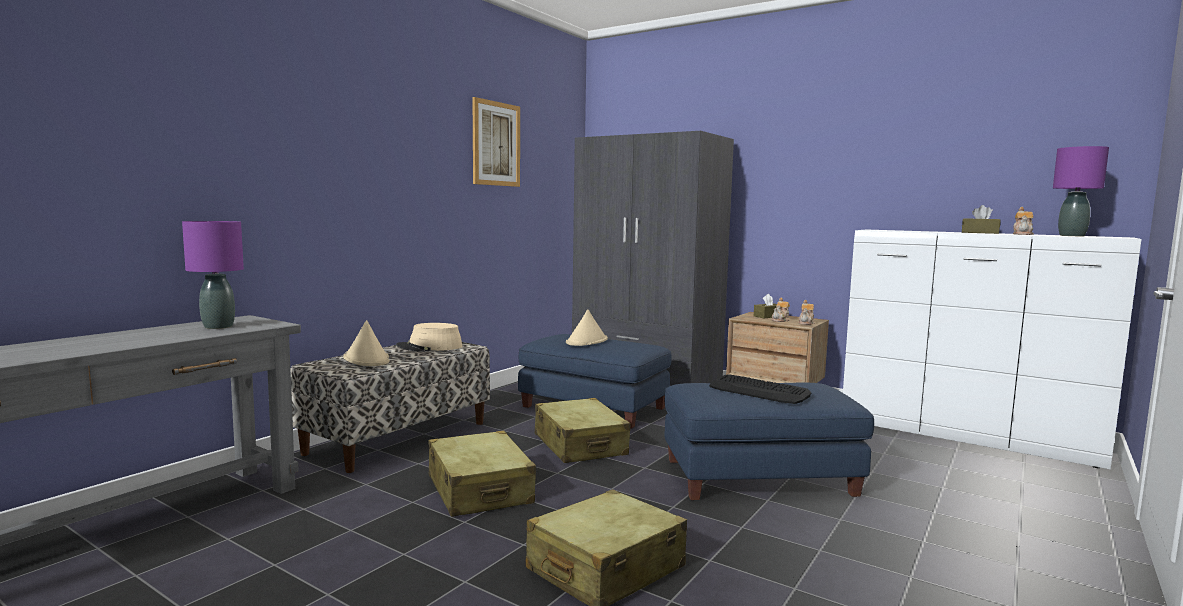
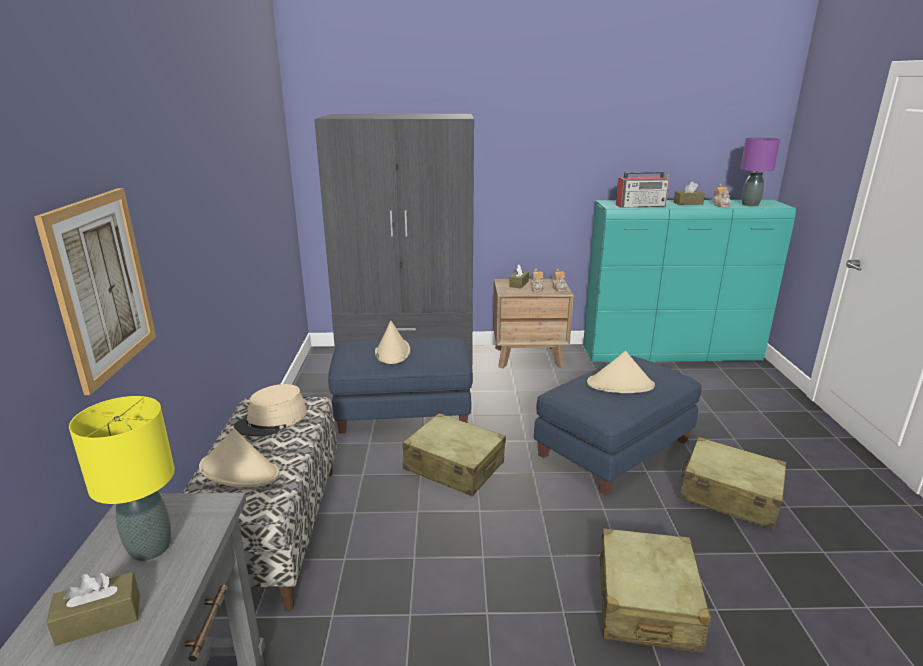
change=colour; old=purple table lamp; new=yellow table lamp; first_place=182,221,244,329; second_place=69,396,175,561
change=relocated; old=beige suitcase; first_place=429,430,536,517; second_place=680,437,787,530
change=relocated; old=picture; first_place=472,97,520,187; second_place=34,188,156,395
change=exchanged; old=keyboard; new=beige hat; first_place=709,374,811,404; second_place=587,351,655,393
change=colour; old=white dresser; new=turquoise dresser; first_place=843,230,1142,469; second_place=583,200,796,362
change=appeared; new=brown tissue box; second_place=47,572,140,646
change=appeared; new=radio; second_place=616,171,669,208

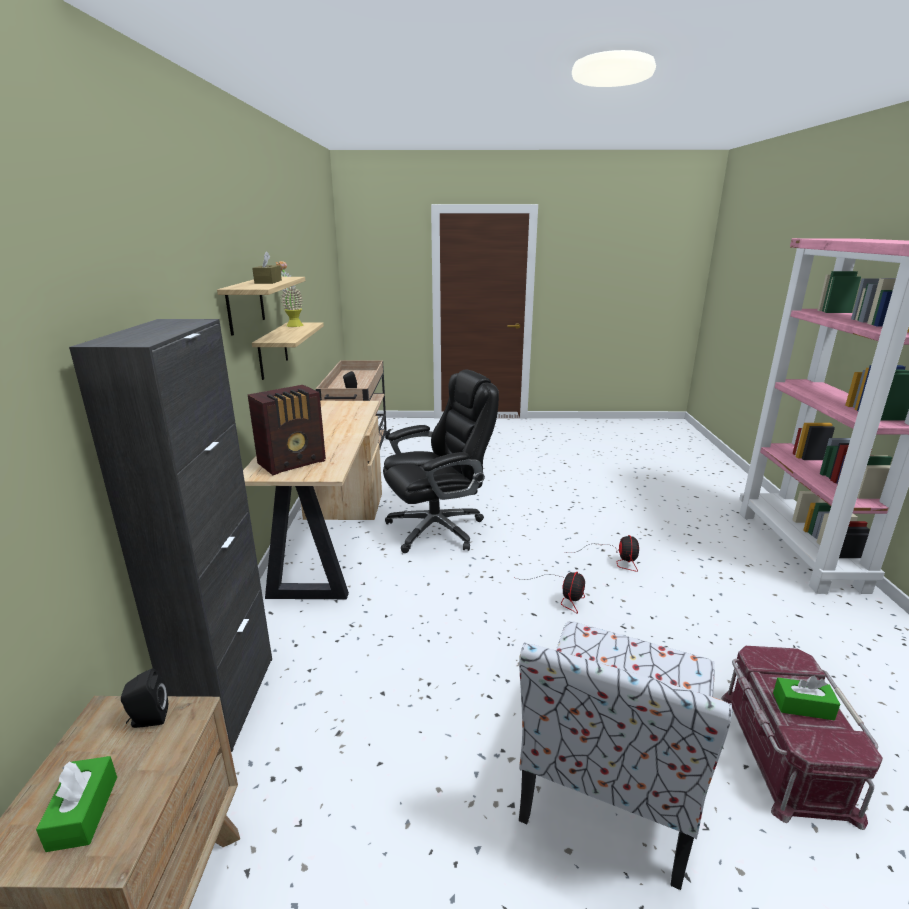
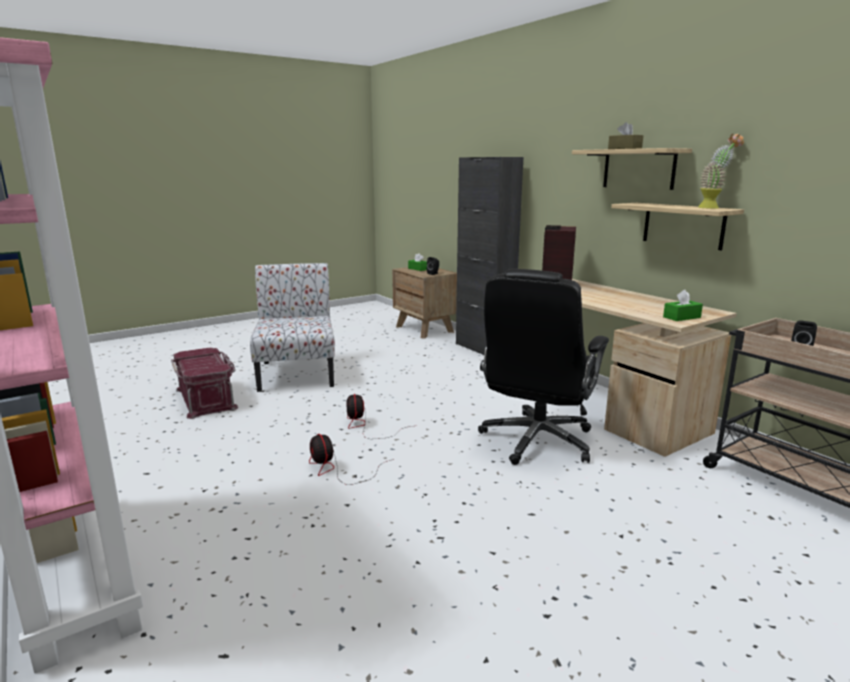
change=relocated; old=green tissue box; first_place=773,676,840,720; second_place=663,290,703,321

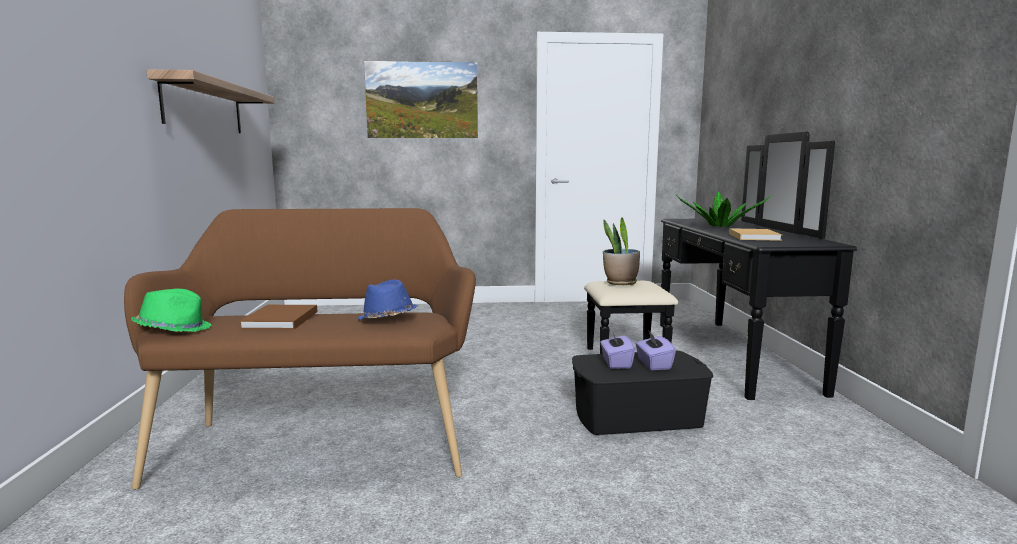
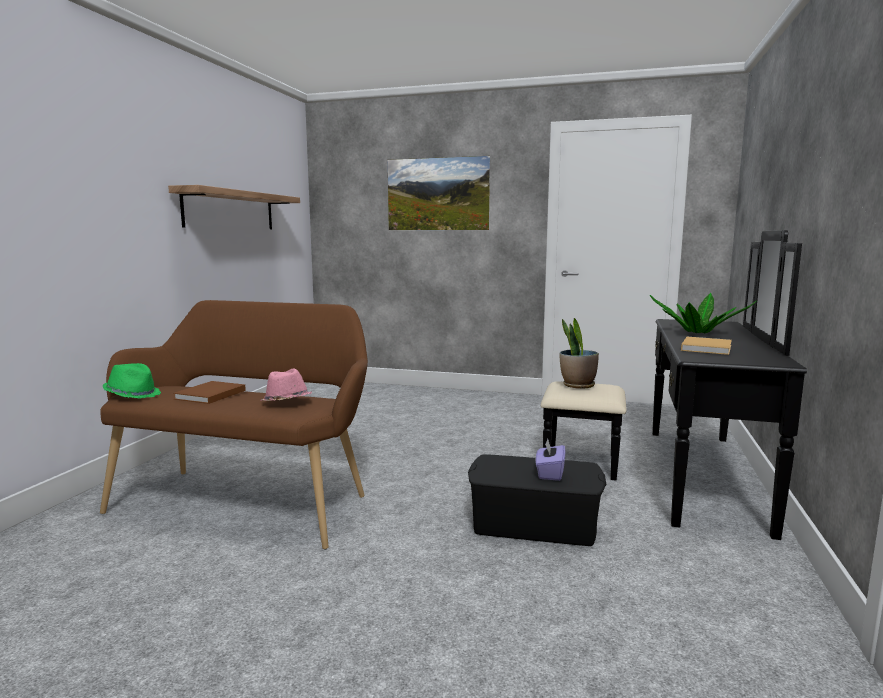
change=colour; old=blue hat; new=pink hat; first_place=357,279,417,320; second_place=260,369,312,401
change=missing; old=purple tissue box; first_place=600,333,635,369

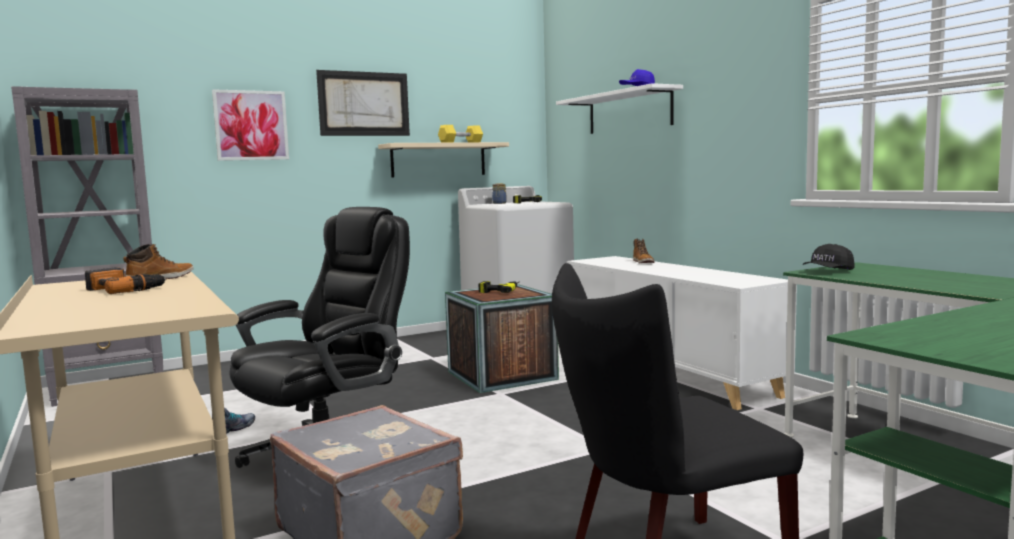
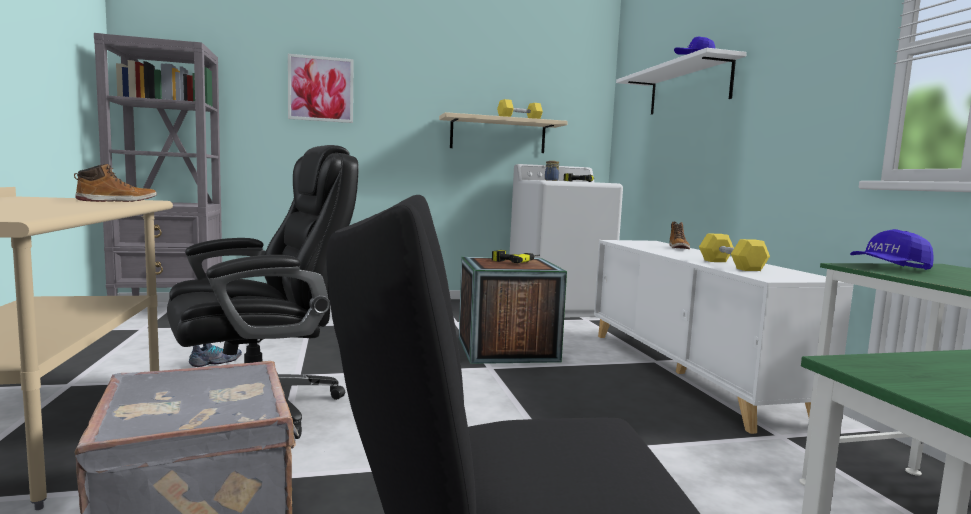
change=missing; old=power drill; first_place=85,267,166,294
change=missing; old=picture; first_place=316,70,410,136
change=colour; old=black cap; new=blue cap; first_place=802,244,854,270; second_place=850,229,933,270
change=appeared; new=yellow dumbbell; second_place=699,233,770,271

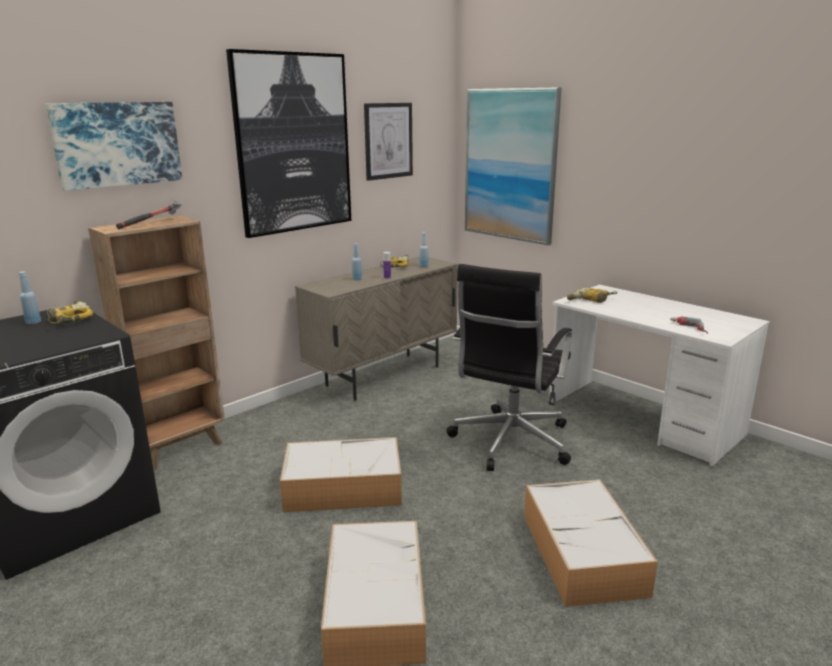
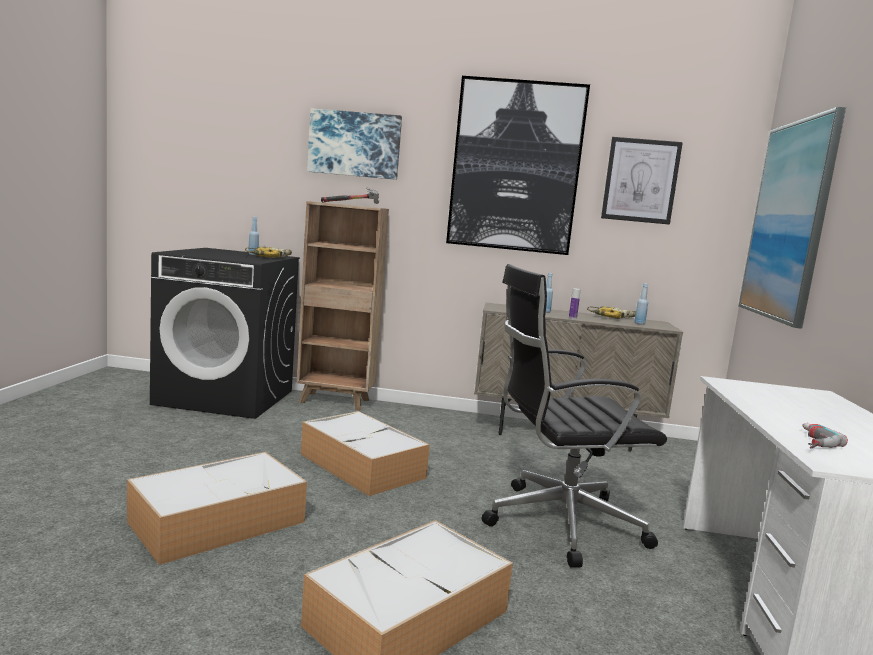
change=missing; old=power drill; first_place=567,288,617,303

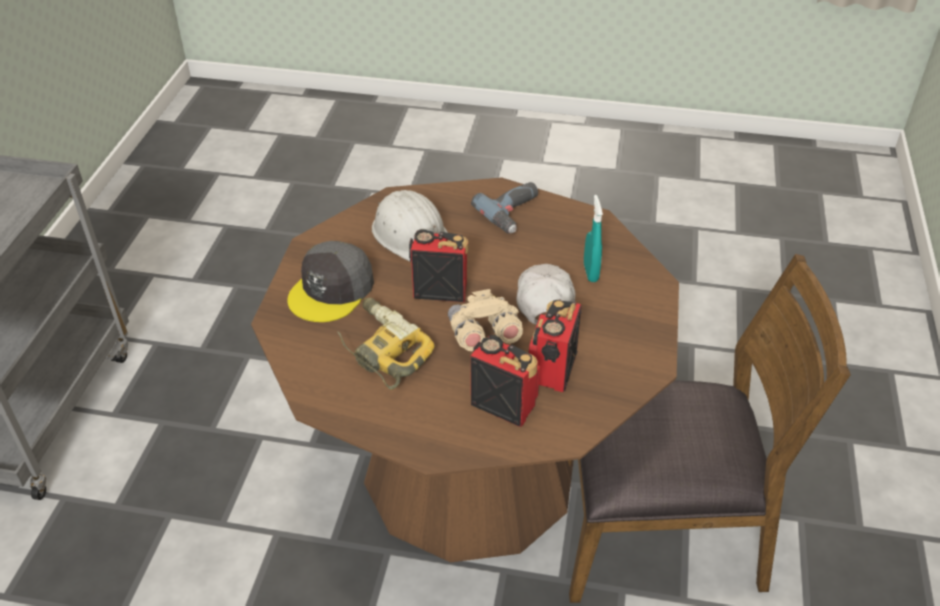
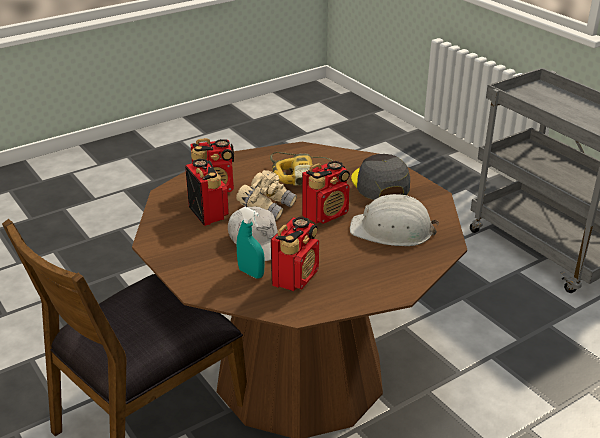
change=missing; old=power drill; first_place=471,182,538,234
change=appeared; new=radio; second_place=271,217,319,291

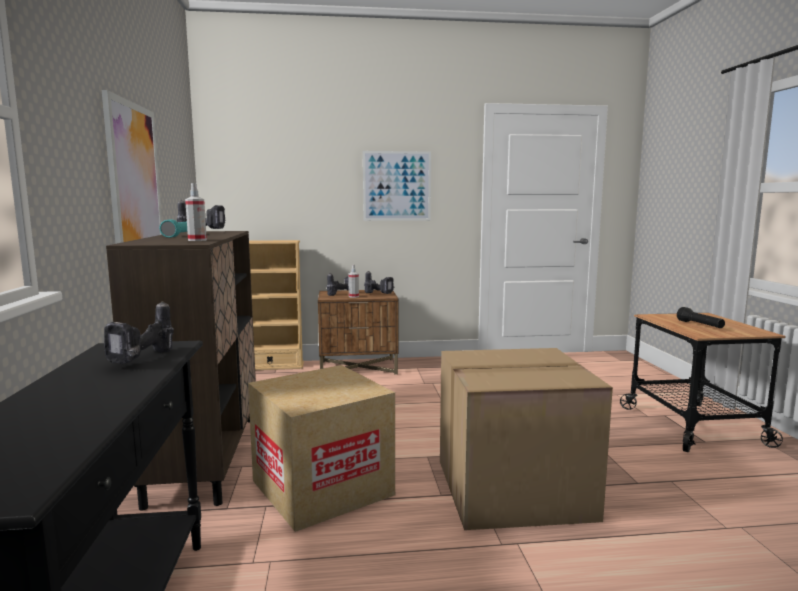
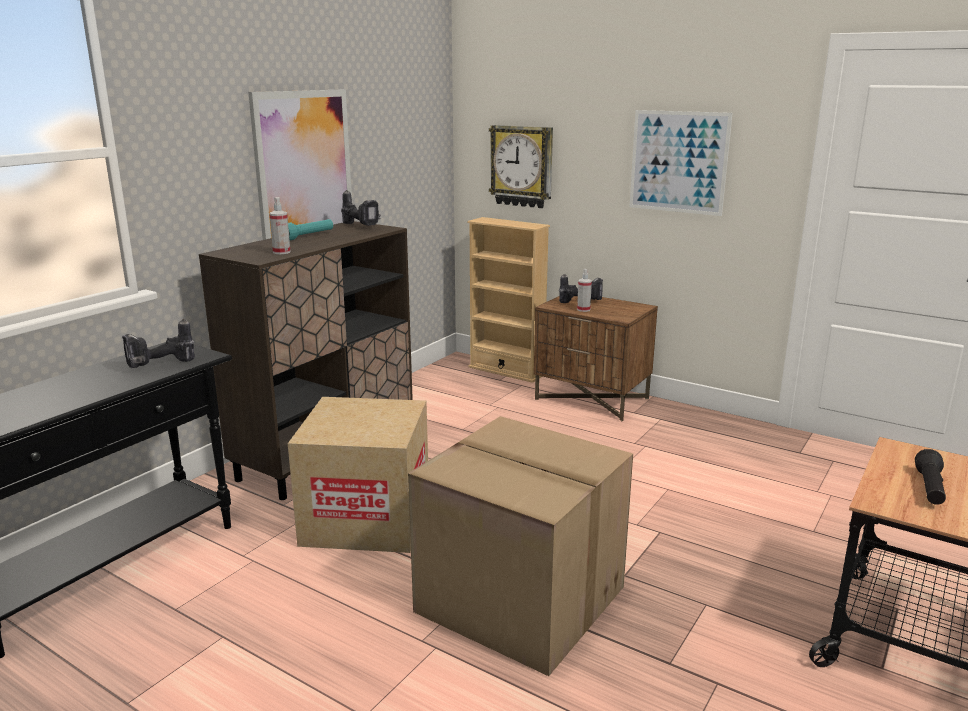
change=missing; old=power drill; first_place=364,271,394,294
change=appeared; new=wall clock; second_place=489,125,553,208

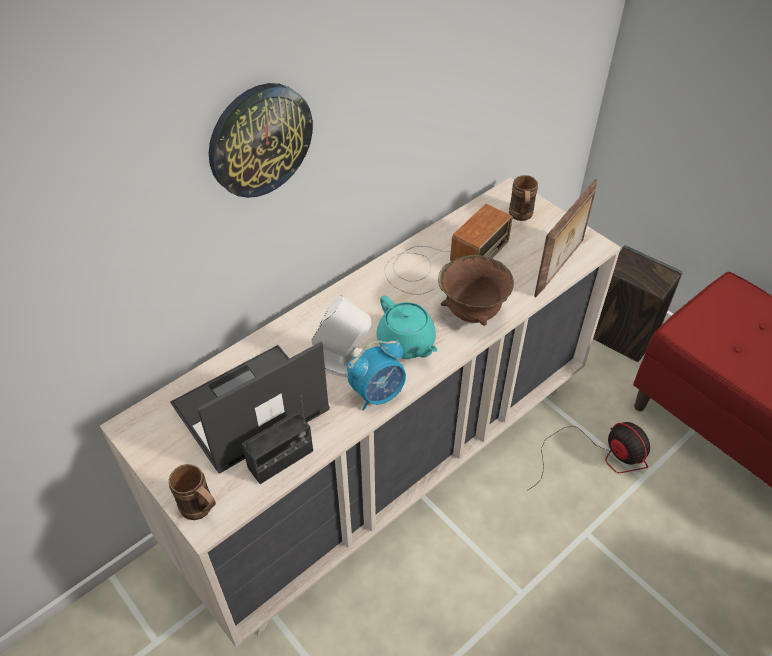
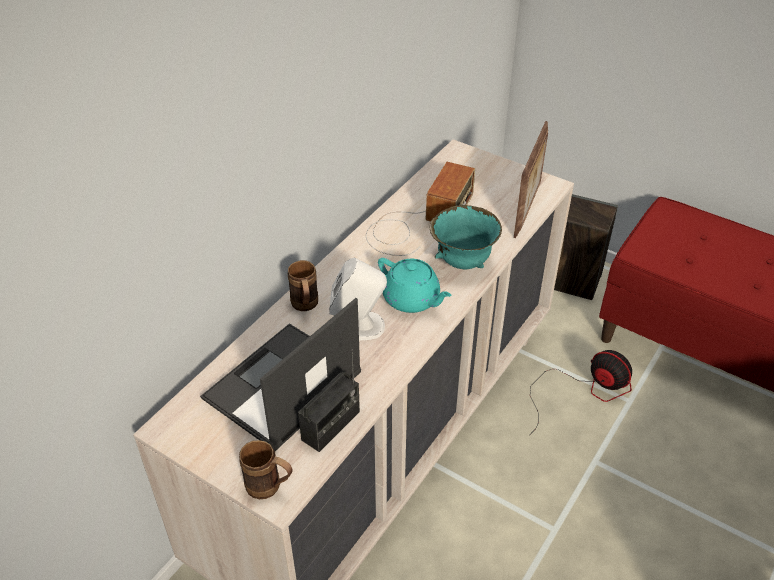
change=missing; old=wall clock; first_place=209,83,313,198
change=missing; old=alarm clock; first_place=347,340,406,411
change=colour; old=brown bowl; new=turquoise bowl; first_place=438,255,514,326; second_place=430,205,502,269
change=relocated; old=brown mug; first_place=509,175,538,221; second_place=288,260,318,311

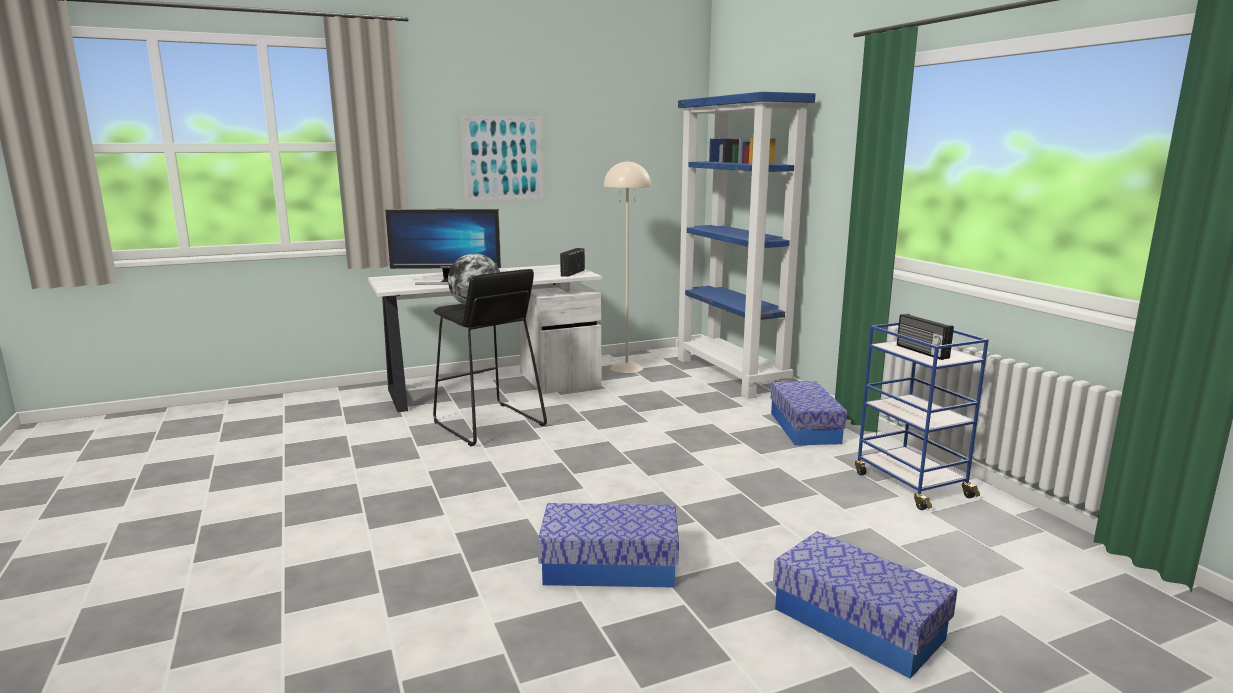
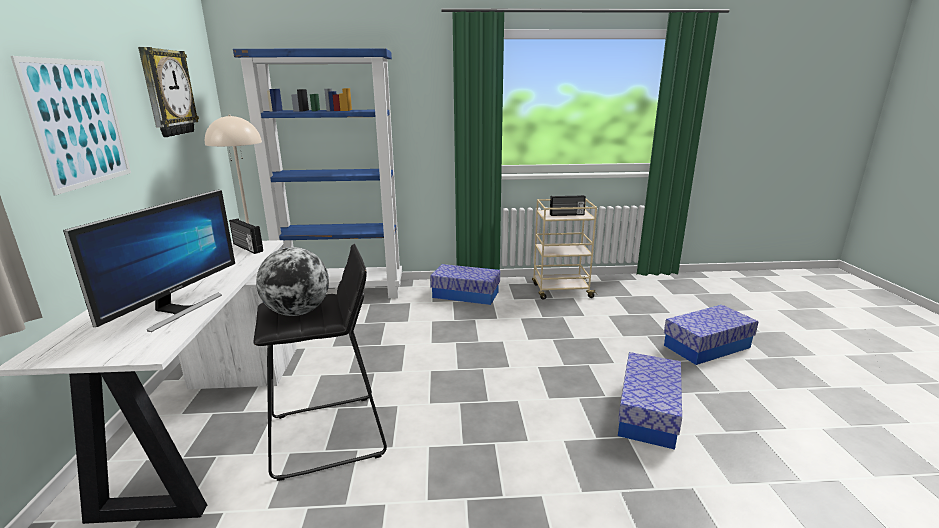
change=colour; old=blue cart; new=beige cart; first_place=855,322,989,510; second_place=532,199,597,300
change=appeared; new=wall clock; second_place=138,47,199,137

